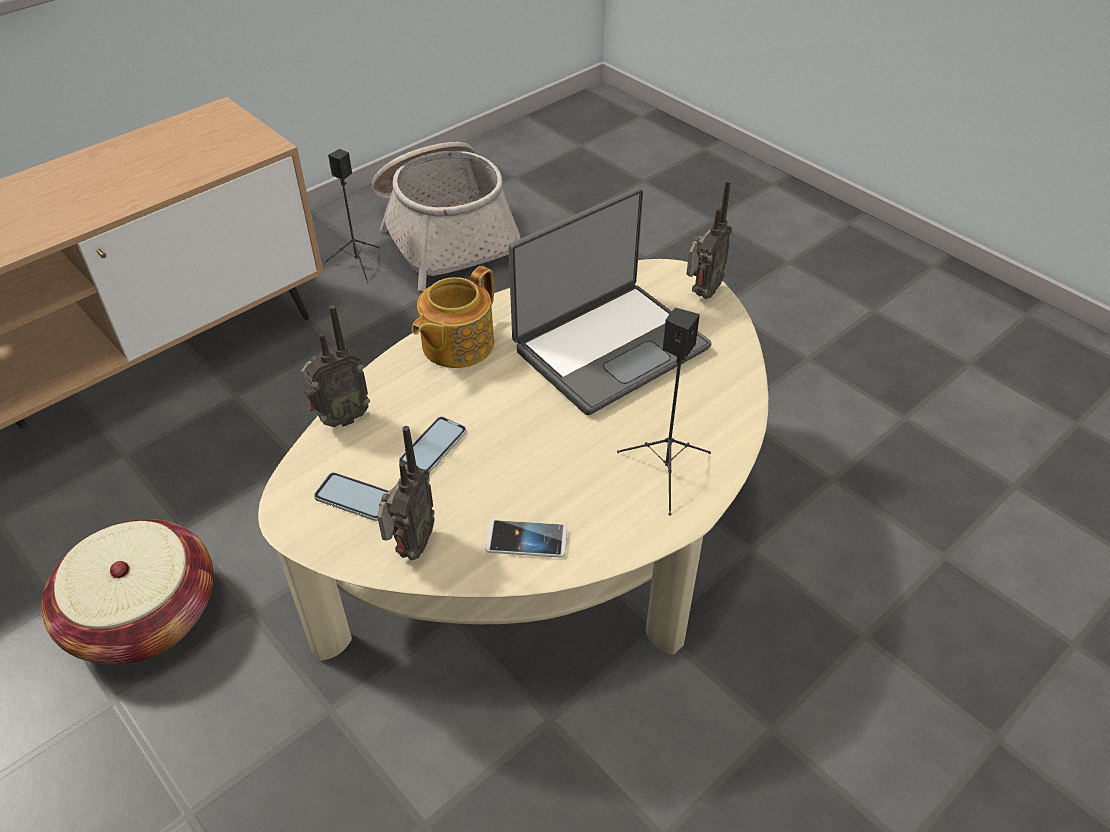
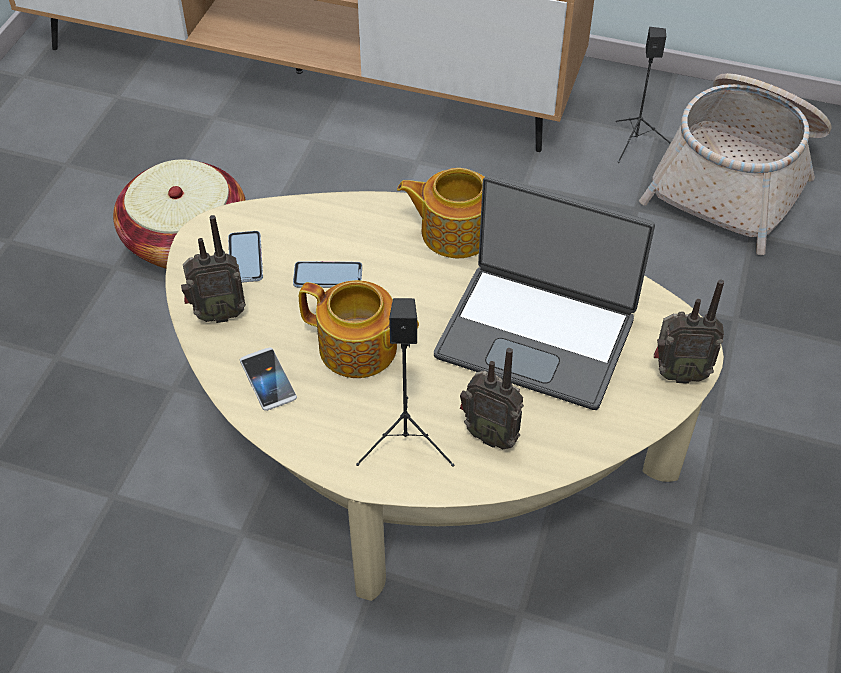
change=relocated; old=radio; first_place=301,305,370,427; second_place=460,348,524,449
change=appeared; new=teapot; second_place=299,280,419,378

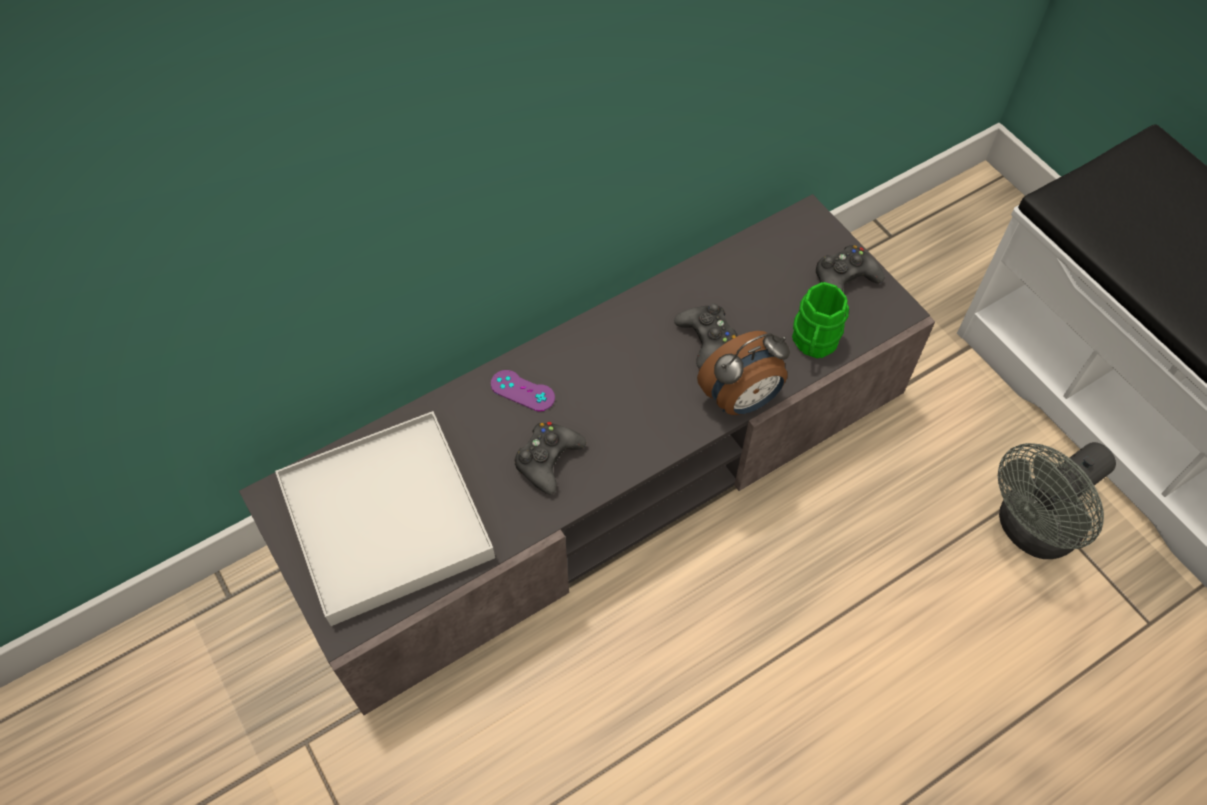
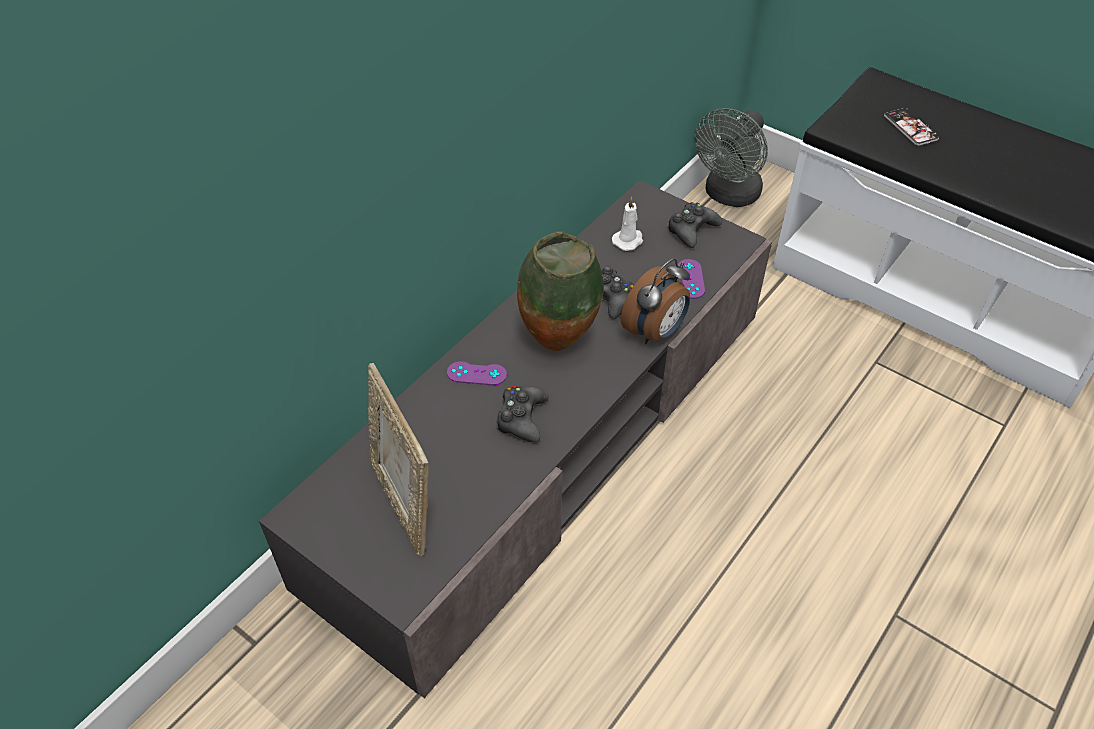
change=exchanged; old=white tray; new=picture frame; first_place=275,411,495,626; second_place=368,363,429,557
change=exchanged; old=green mug; new=purple game controller; first_place=792,282,849,359; second_place=678,259,705,299
change=relocated; old=grey fan; first_place=998,442,1116,559; second_place=695,108,768,207
change=appeared; new=vase; second_place=517,231,604,351
change=appeared; new=white candle; second_place=612,197,643,251
change=appeared; new=phone; second_place=884,108,939,146

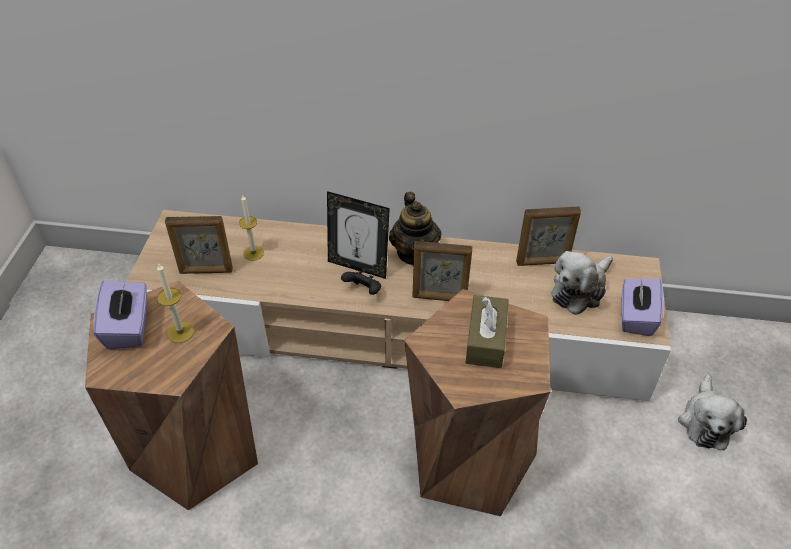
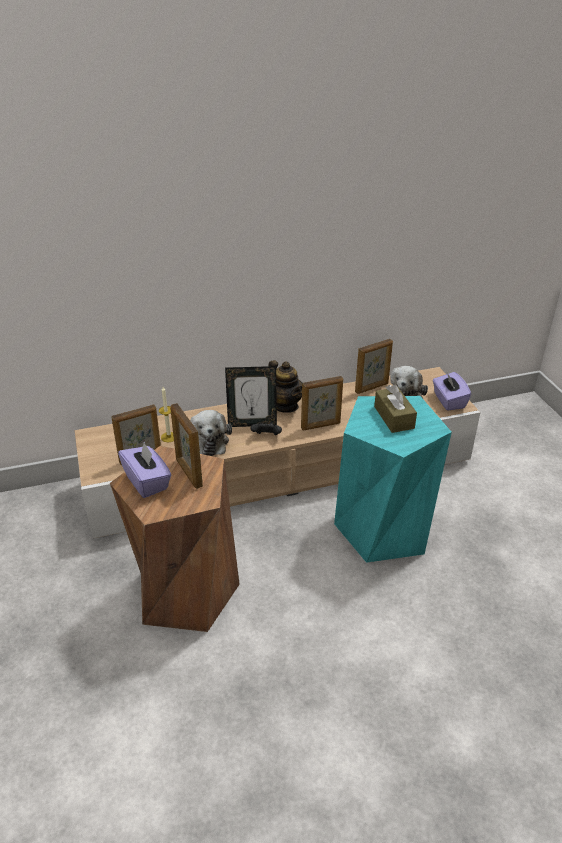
change=exchanged; old=candle; new=picture frame; first_place=157,263,194,343; second_place=170,403,203,489
change=colour; old=brown stool; new=turquoise stool; first_place=404,289,550,517; second_place=334,396,452,563
change=relocated; old=plush toy; first_place=678,375,747,451; second_place=190,410,232,456

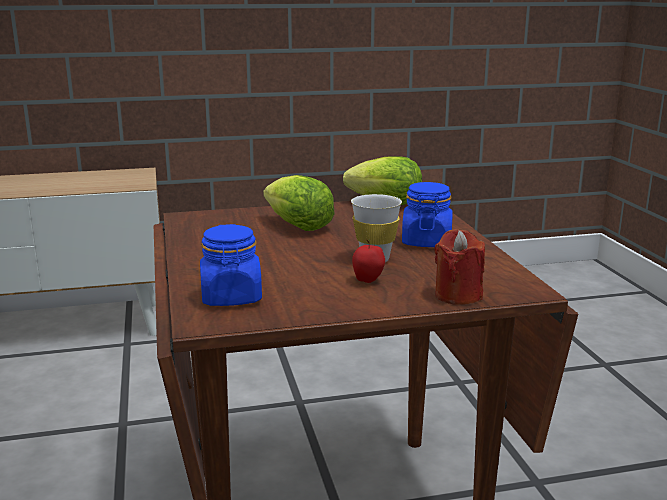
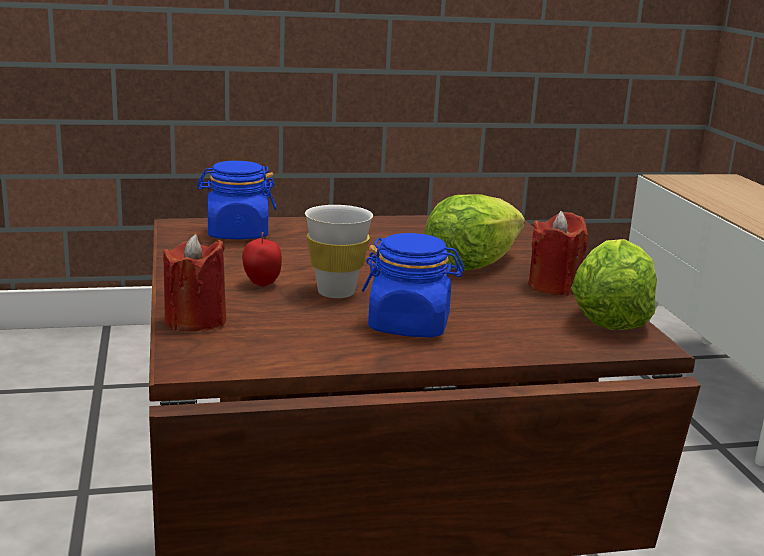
change=appeared; new=red candle; second_place=528,211,588,296

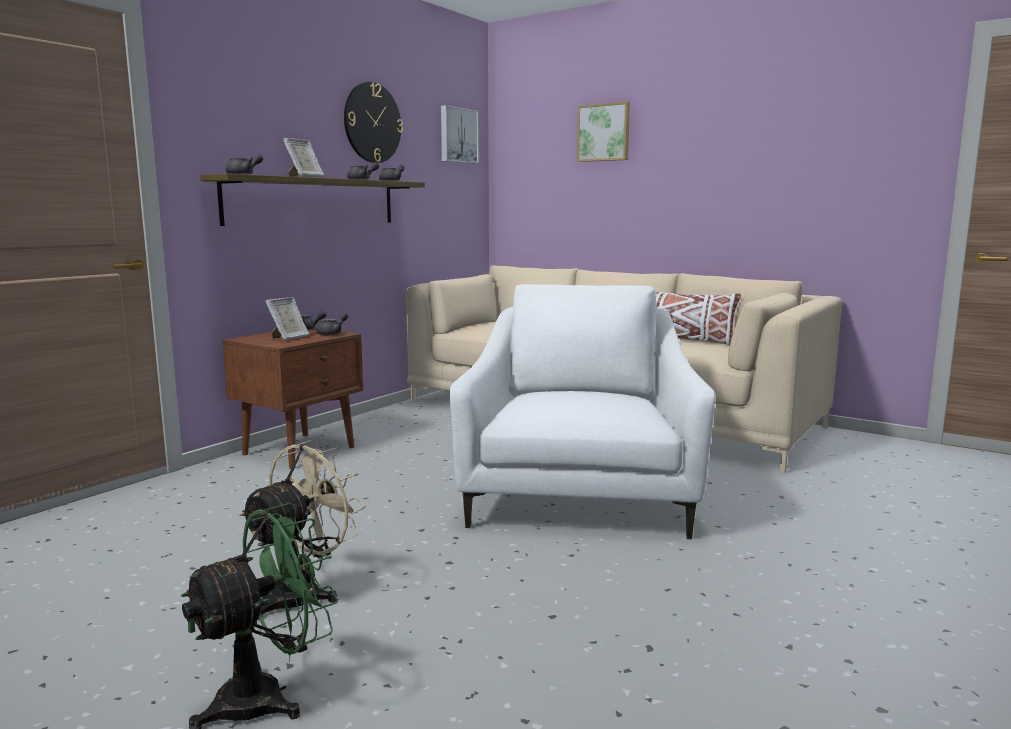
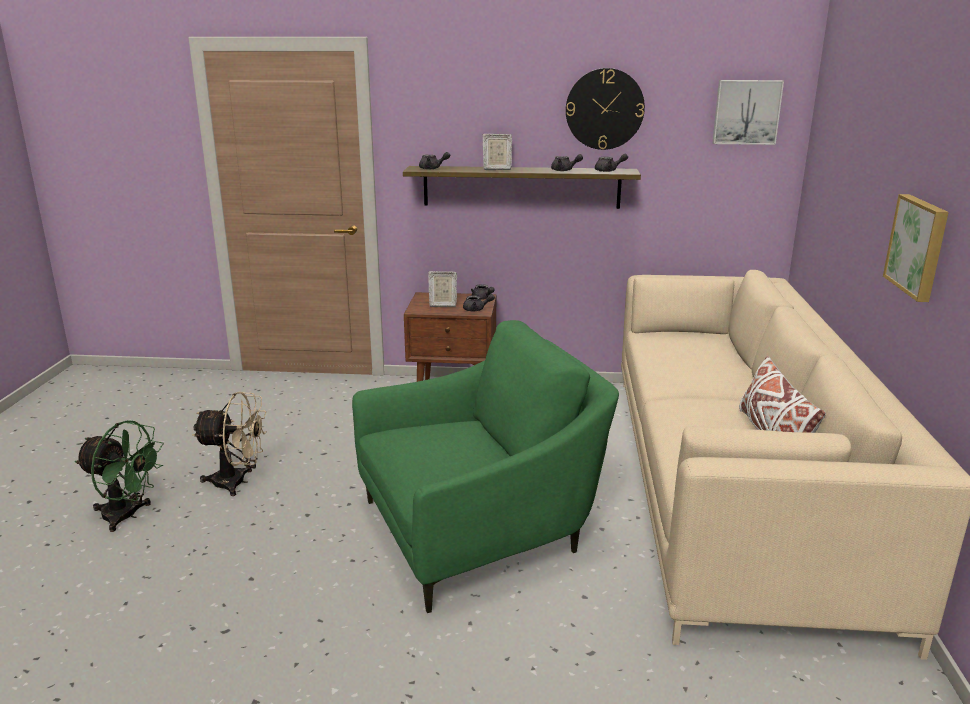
change=colour; old=white armchair; new=green armchair; first_place=450,284,715,539; second_place=352,320,619,613
change=relocated; old=picture; first_place=577,102,630,162; second_place=883,194,949,302

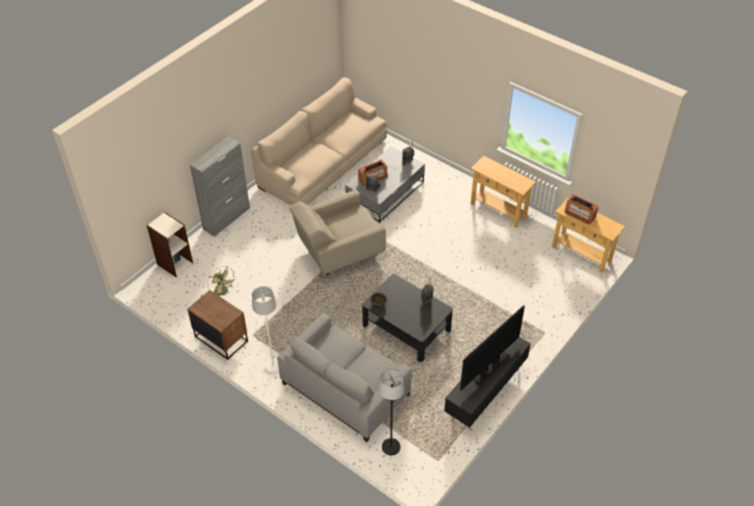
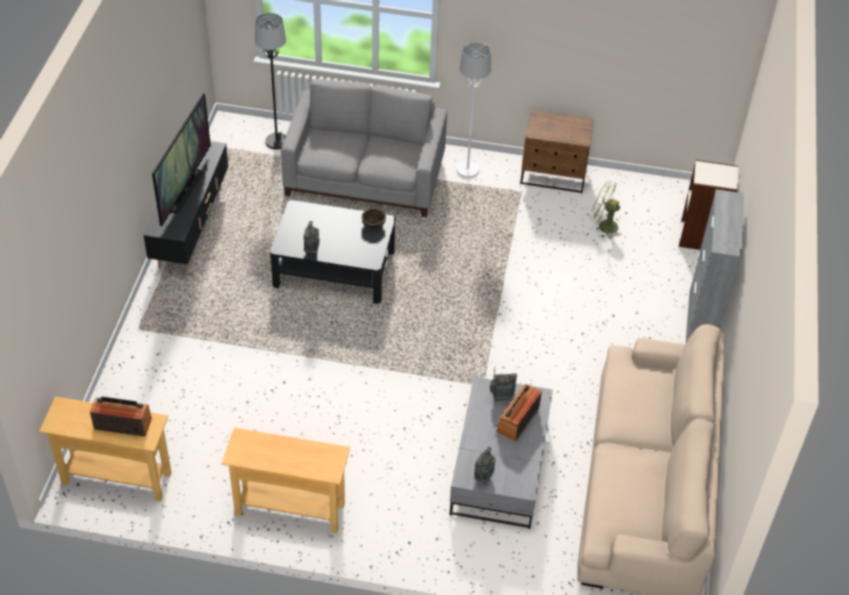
change=missing; old=beige armchair; first_place=290,190,386,275

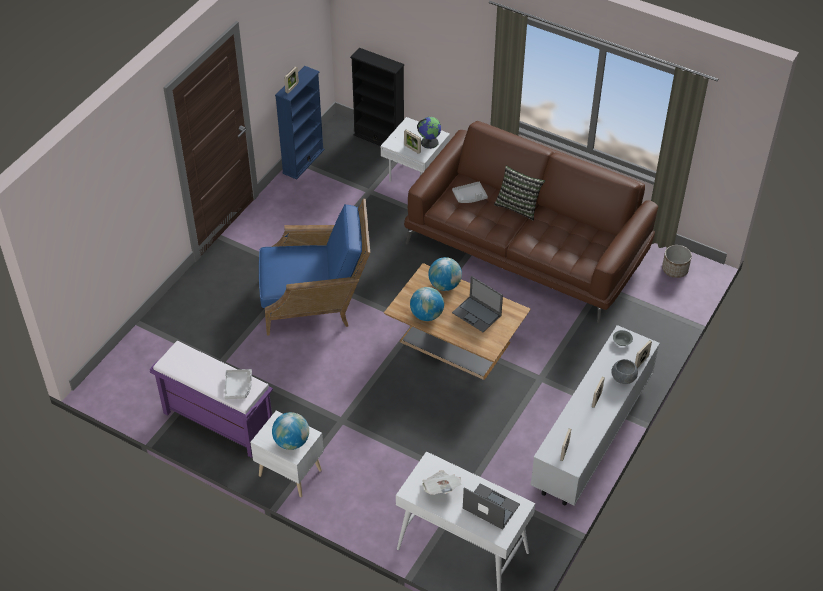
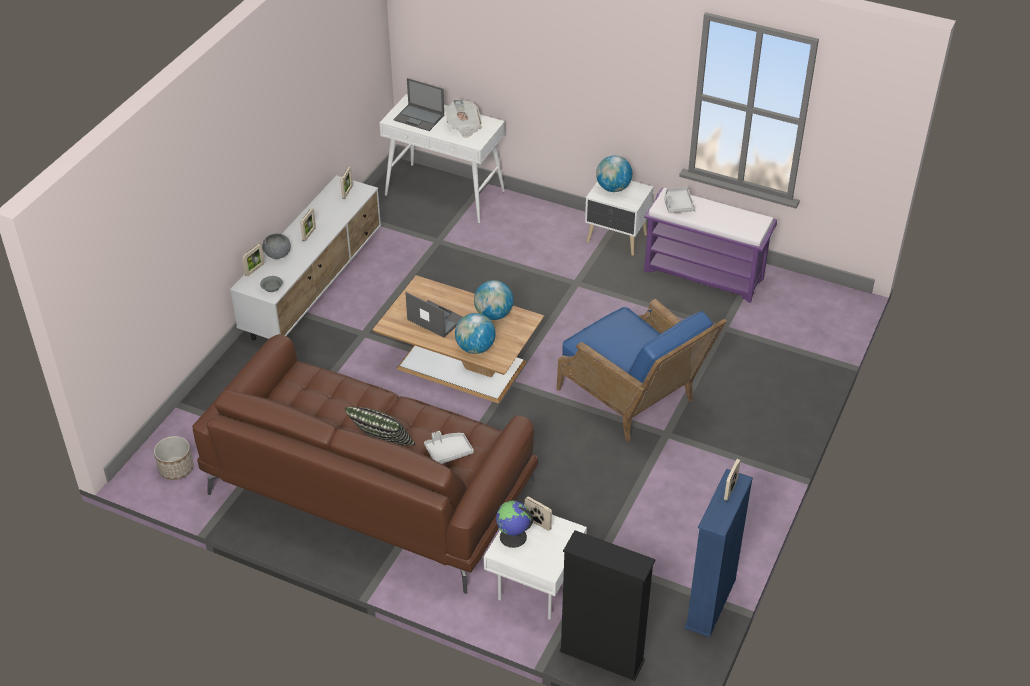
change=spun; old=blue armchair; first_place=259,198,370,336; second_place=557,299,726,441; degrees=-120

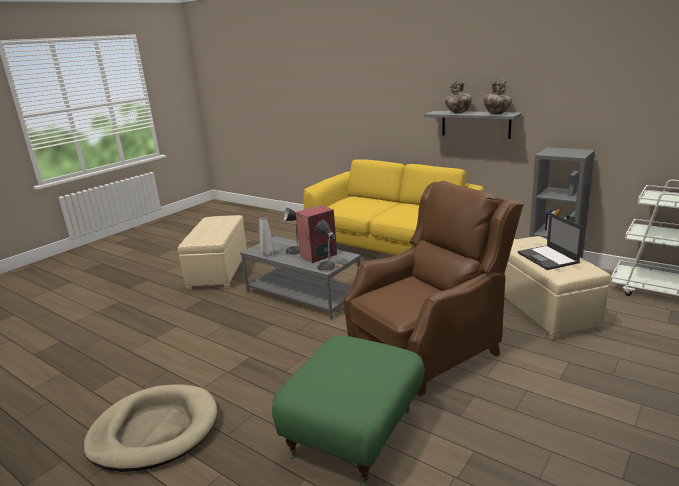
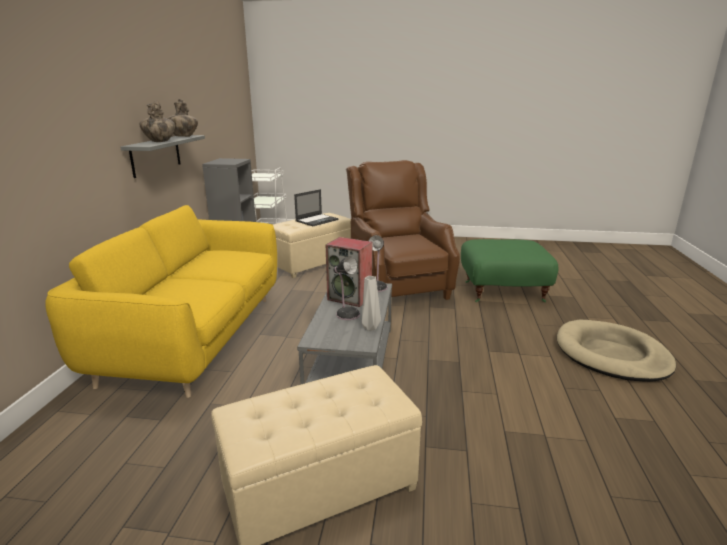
change=spun; old=brown armchair; first_place=344,181,524,396; second_place=346,160,460,300; degrees=45

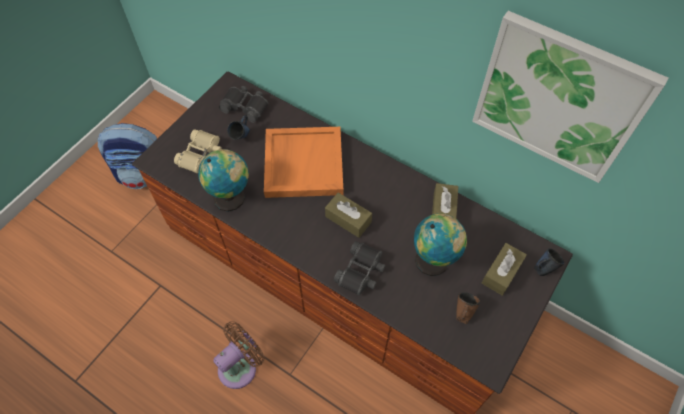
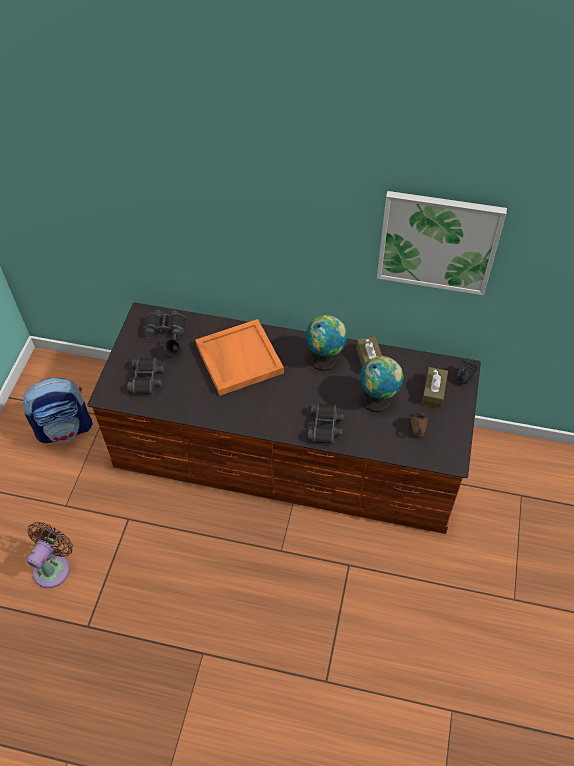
change=colour; old=beige binoculars; new=black binoculars; first_place=174,129,222,173; second_place=127,358,164,394
change=relocated; old=globe; first_place=198,149,249,212; second_place=306,315,347,371
change=relocated; old=brown fan; first_place=213,321,265,389; second_place=27,522,73,588
change=missing; old=brown tissue box; first_place=325,192,372,238

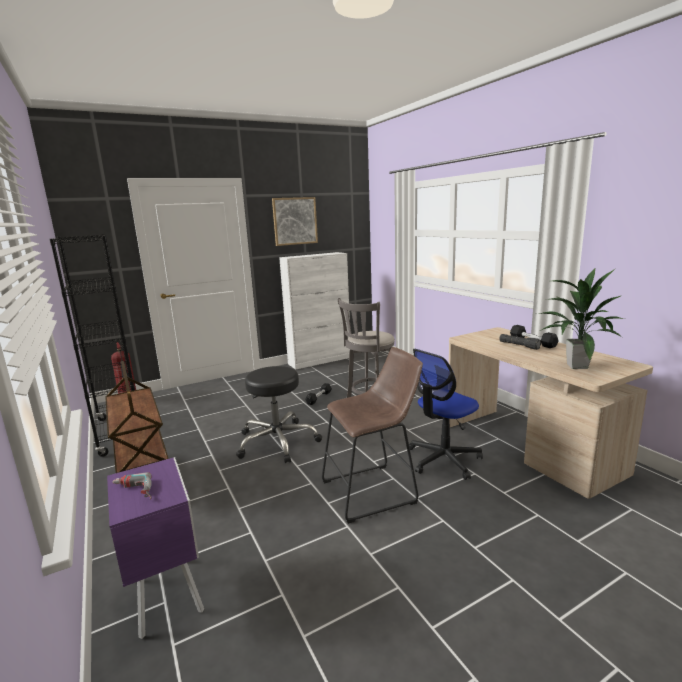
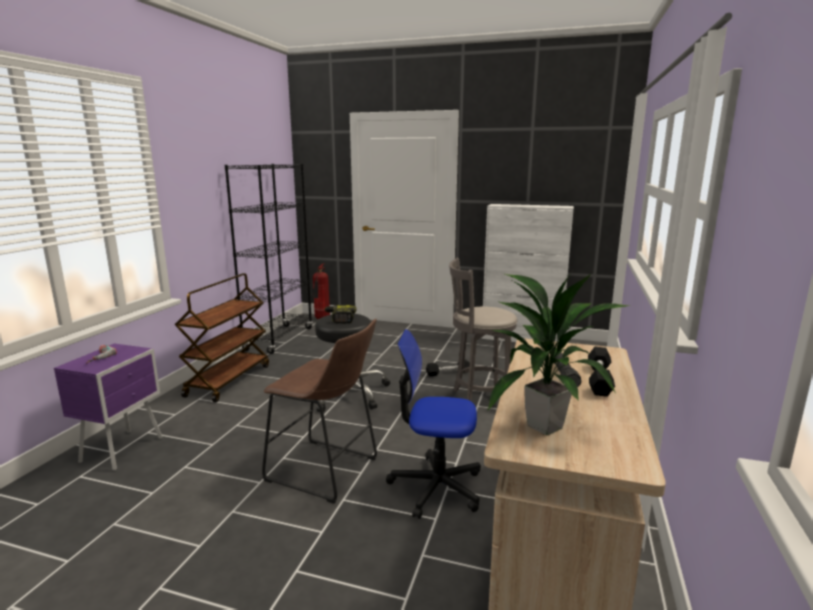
change=missing; old=picture; first_place=272,197,318,246
change=appeared; new=power drill; second_place=324,305,356,324

